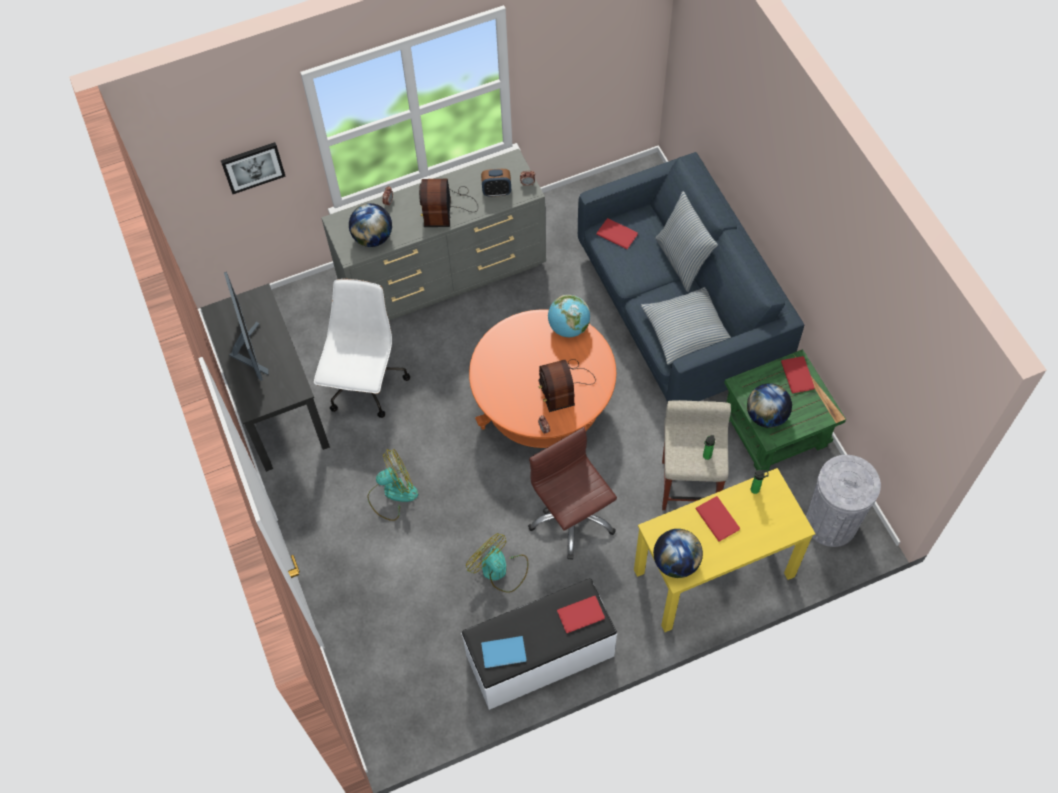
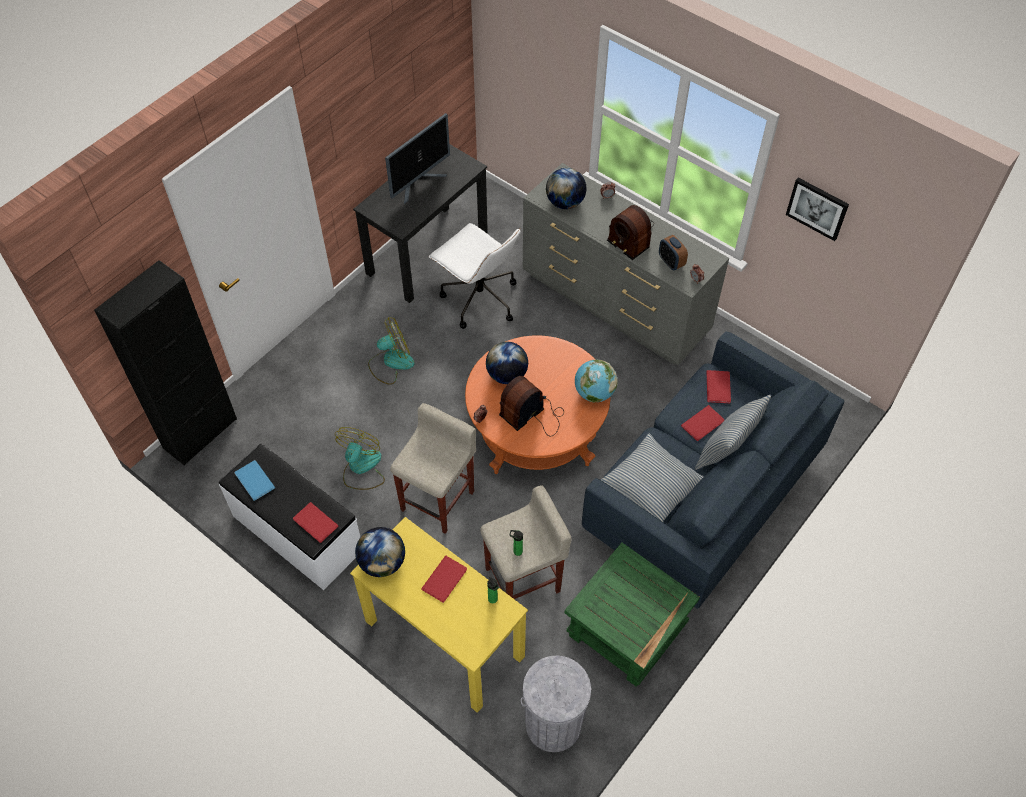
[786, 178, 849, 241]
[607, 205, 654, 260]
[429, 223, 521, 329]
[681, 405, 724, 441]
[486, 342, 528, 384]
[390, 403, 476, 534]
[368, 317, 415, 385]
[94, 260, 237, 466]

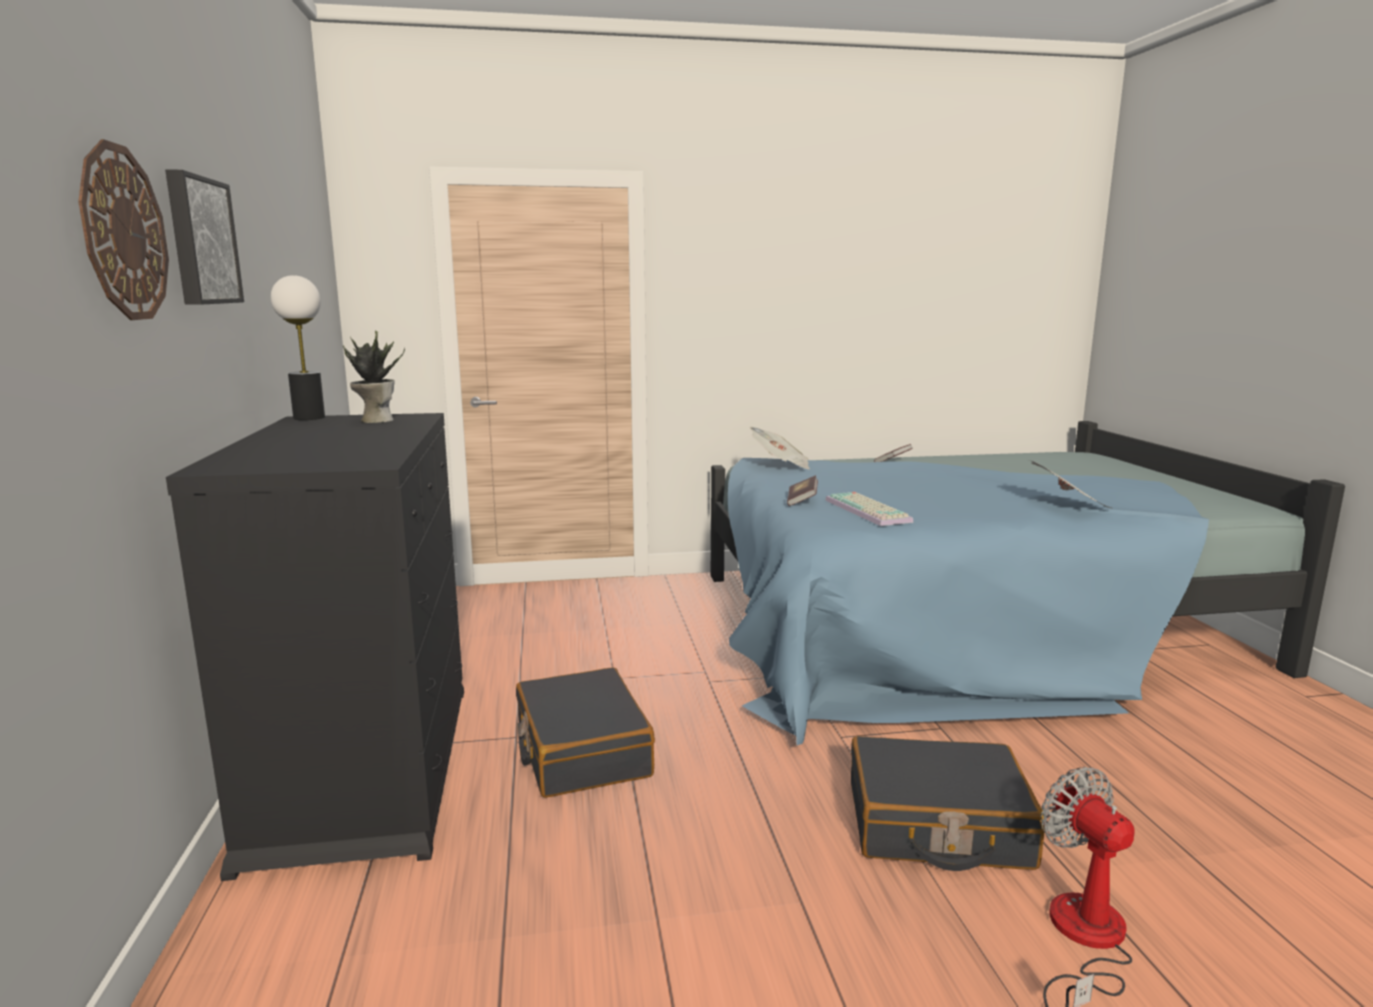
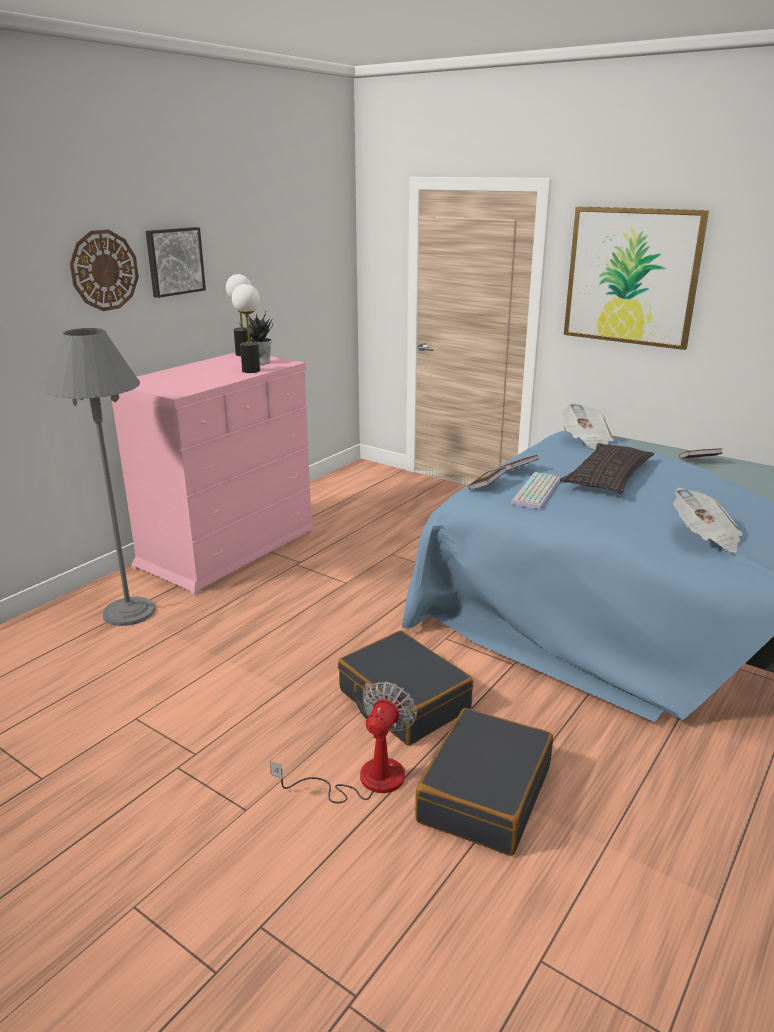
[112, 353, 315, 595]
[415, 708, 553, 856]
[564, 206, 709, 350]
[232, 284, 260, 373]
[43, 328, 155, 626]
[560, 443, 654, 494]
[468, 467, 507, 490]

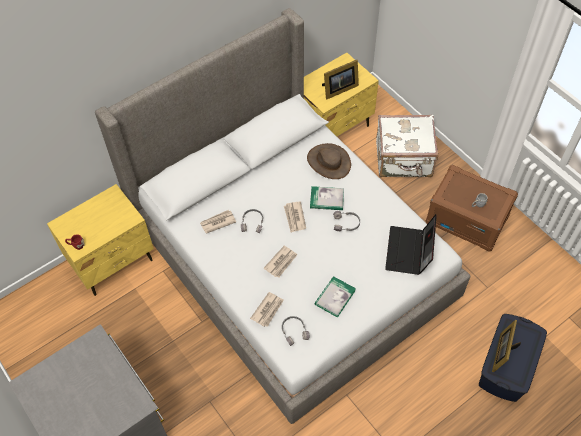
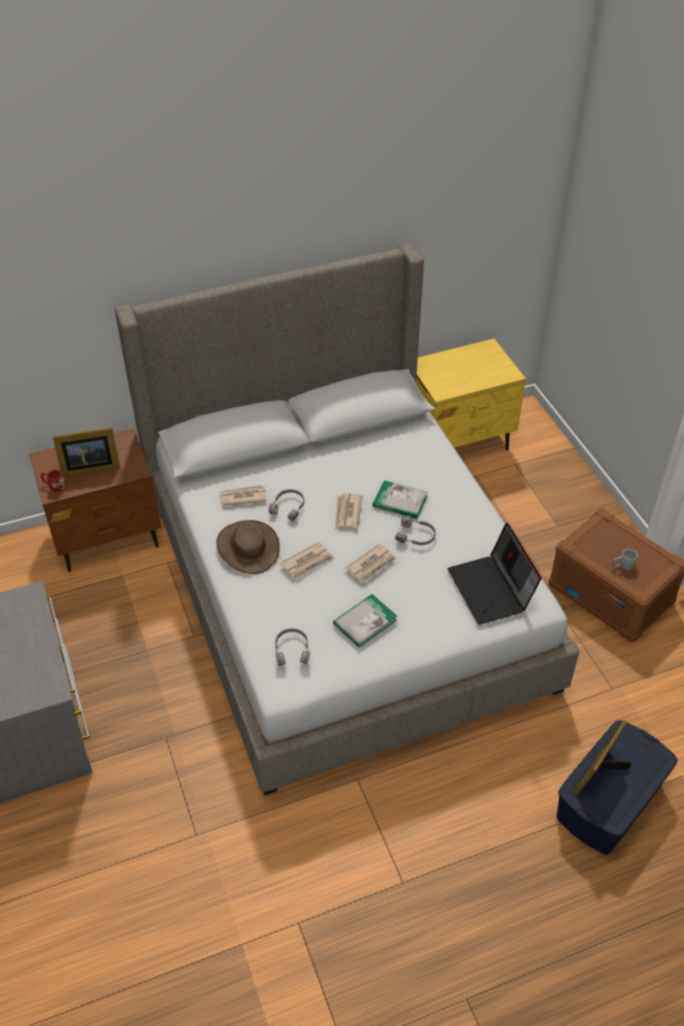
[53, 427, 120, 478]
[376, 115, 438, 177] (first image)
[216, 520, 280, 574]
[29, 428, 161, 572]
[448, 523, 542, 625]
[345, 544, 397, 583]

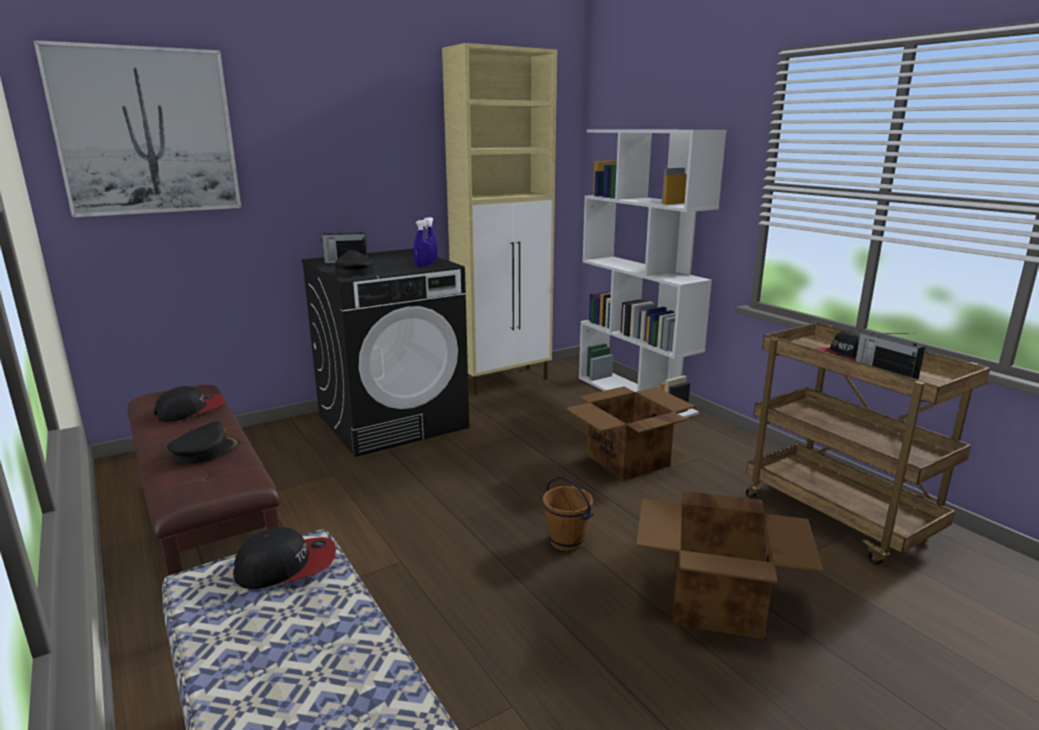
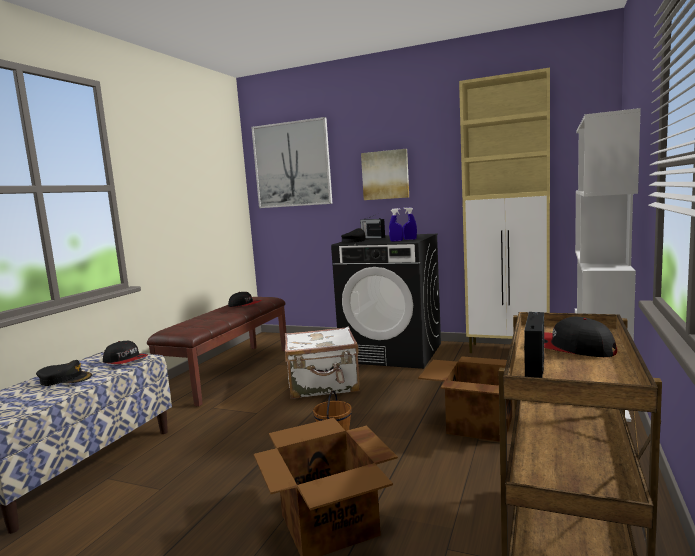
[36, 360, 92, 386]
[361, 149, 409, 200]
[285, 327, 360, 399]

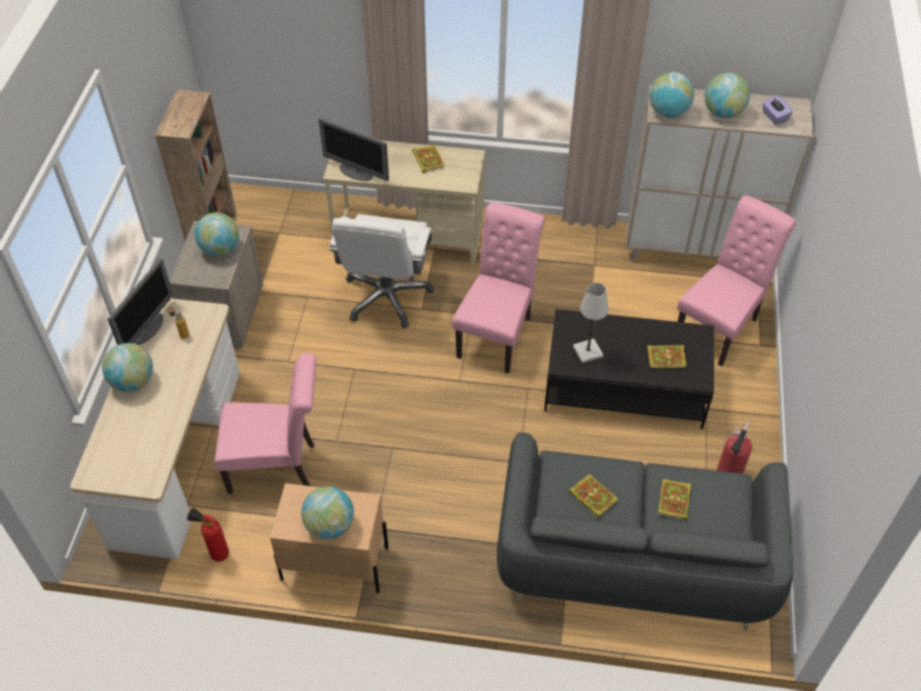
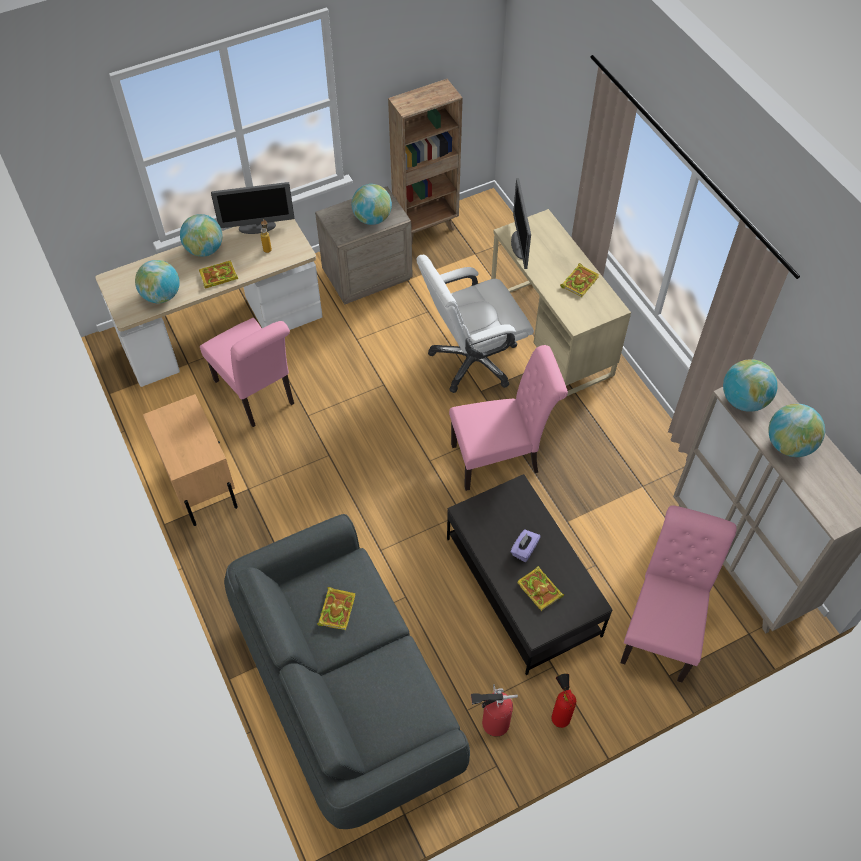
[510, 530, 541, 562]
[620, 505, 737, 683]
[573, 283, 608, 363] (first image)
[199, 260, 238, 289]
[135, 260, 180, 303]
[551, 673, 576, 728]

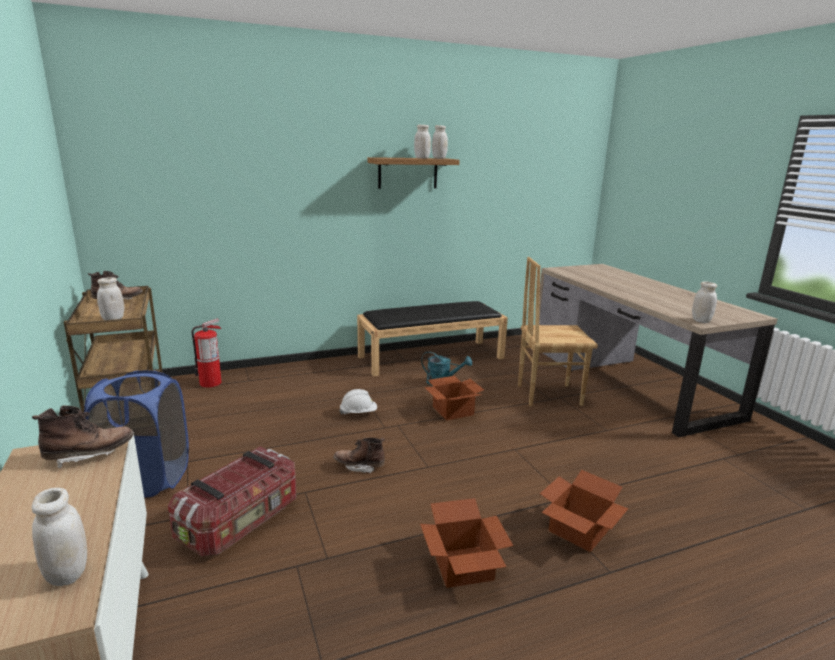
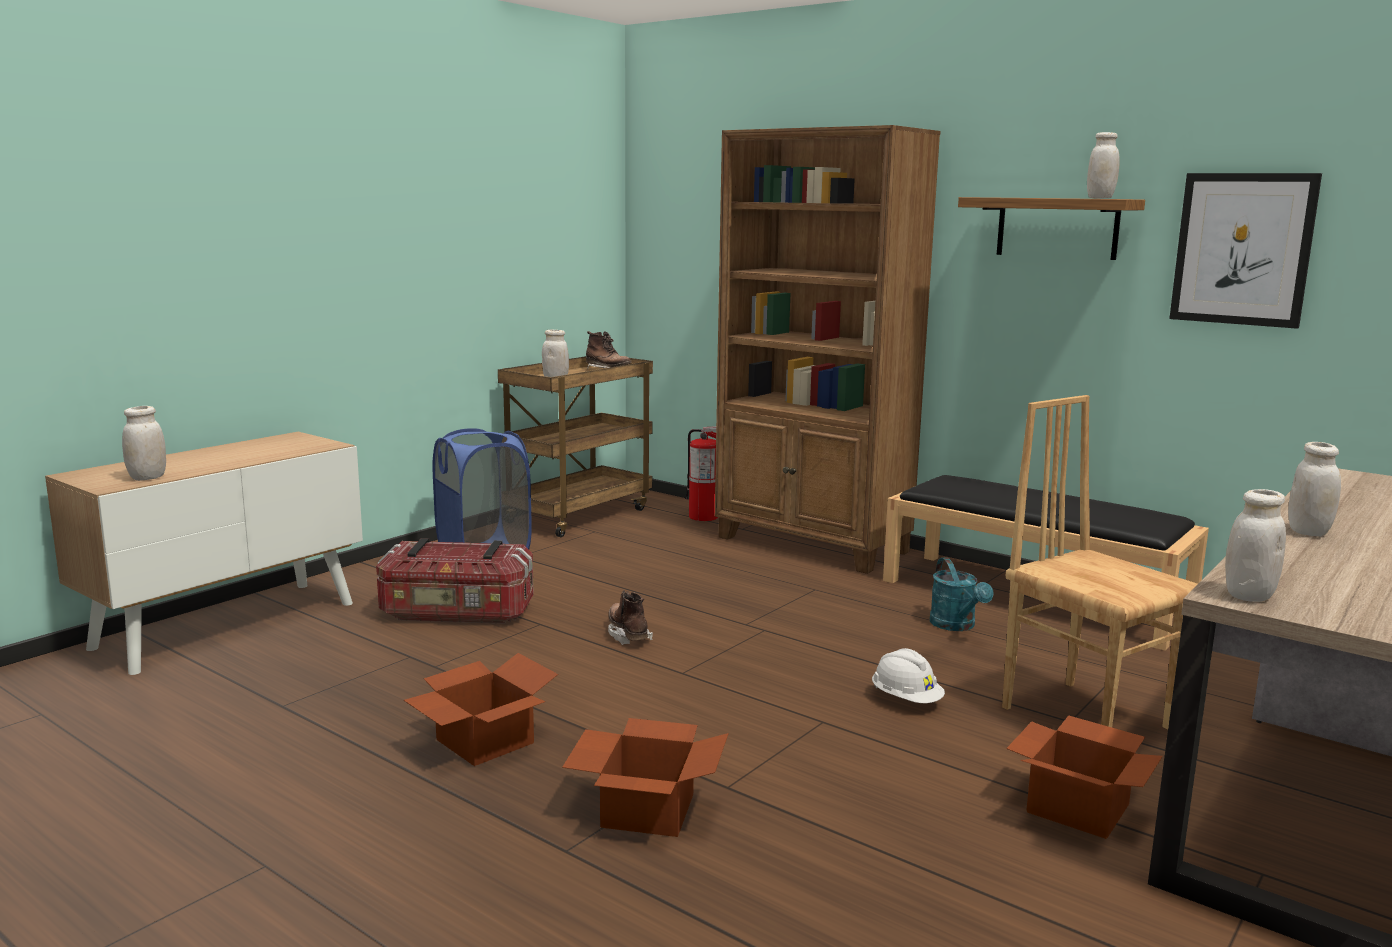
[1288, 442, 1341, 537]
[1006, 715, 1163, 839]
[872, 648, 945, 703]
[32, 405, 133, 469] (first image)
[715, 125, 941, 574]
[1169, 173, 1322, 329]

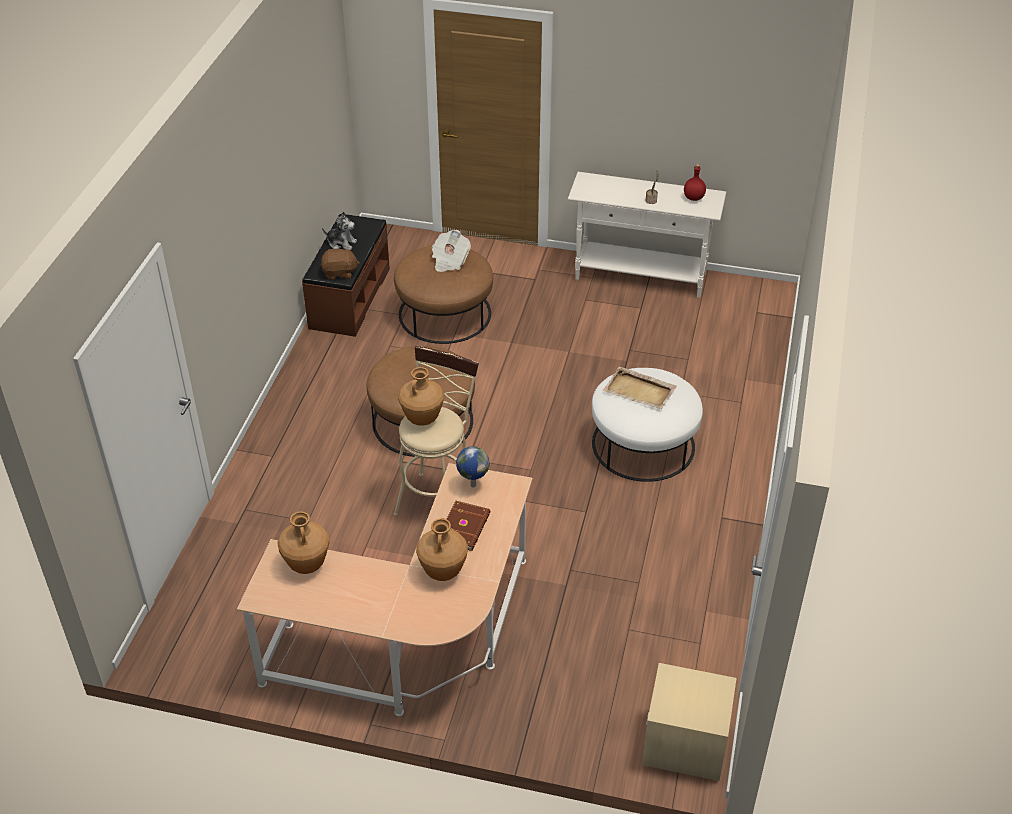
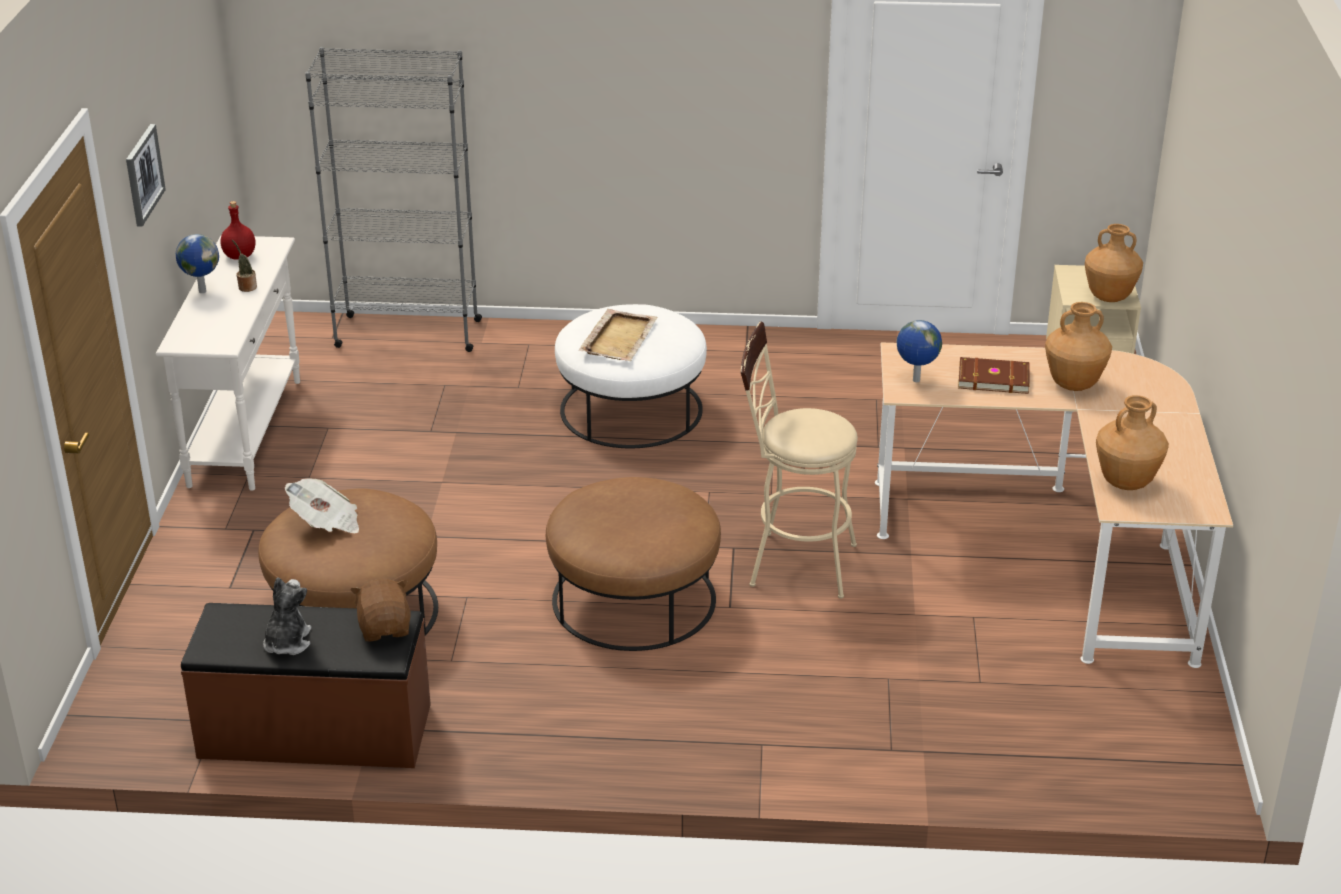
[1085, 224, 1143, 302]
[305, 47, 482, 352]
[126, 124, 166, 227]
[176, 234, 219, 293]

